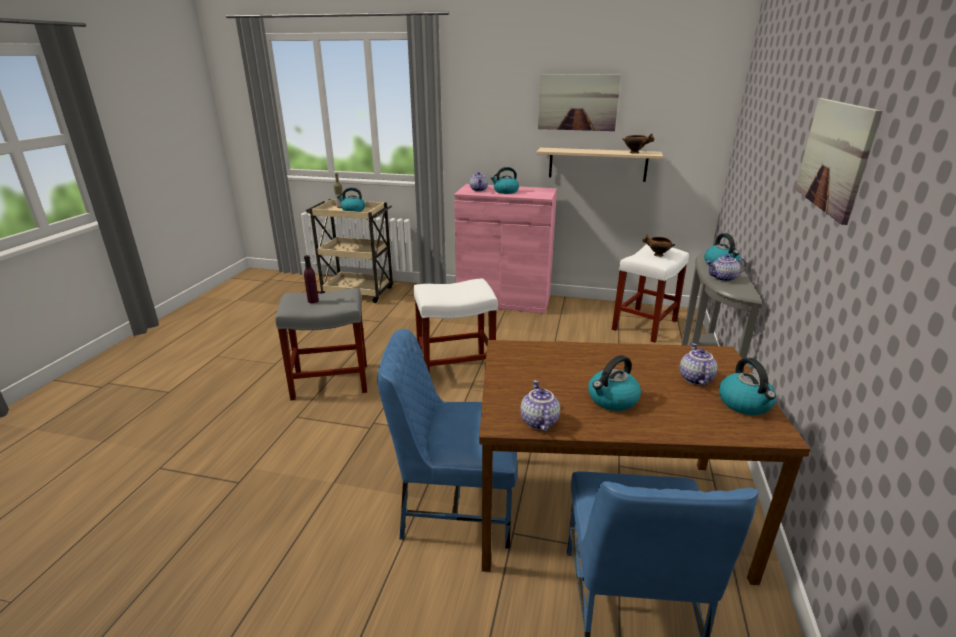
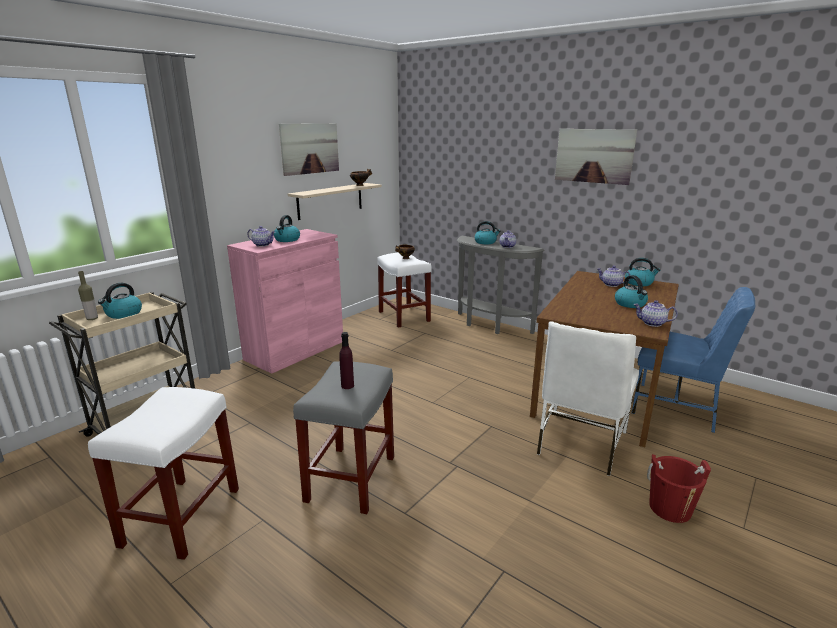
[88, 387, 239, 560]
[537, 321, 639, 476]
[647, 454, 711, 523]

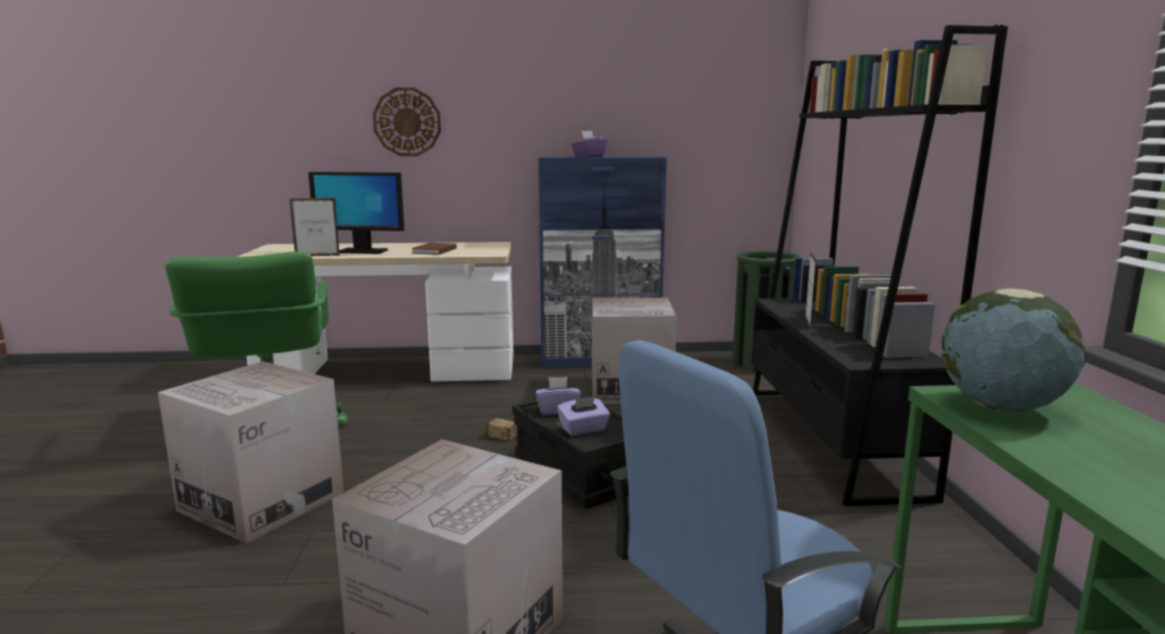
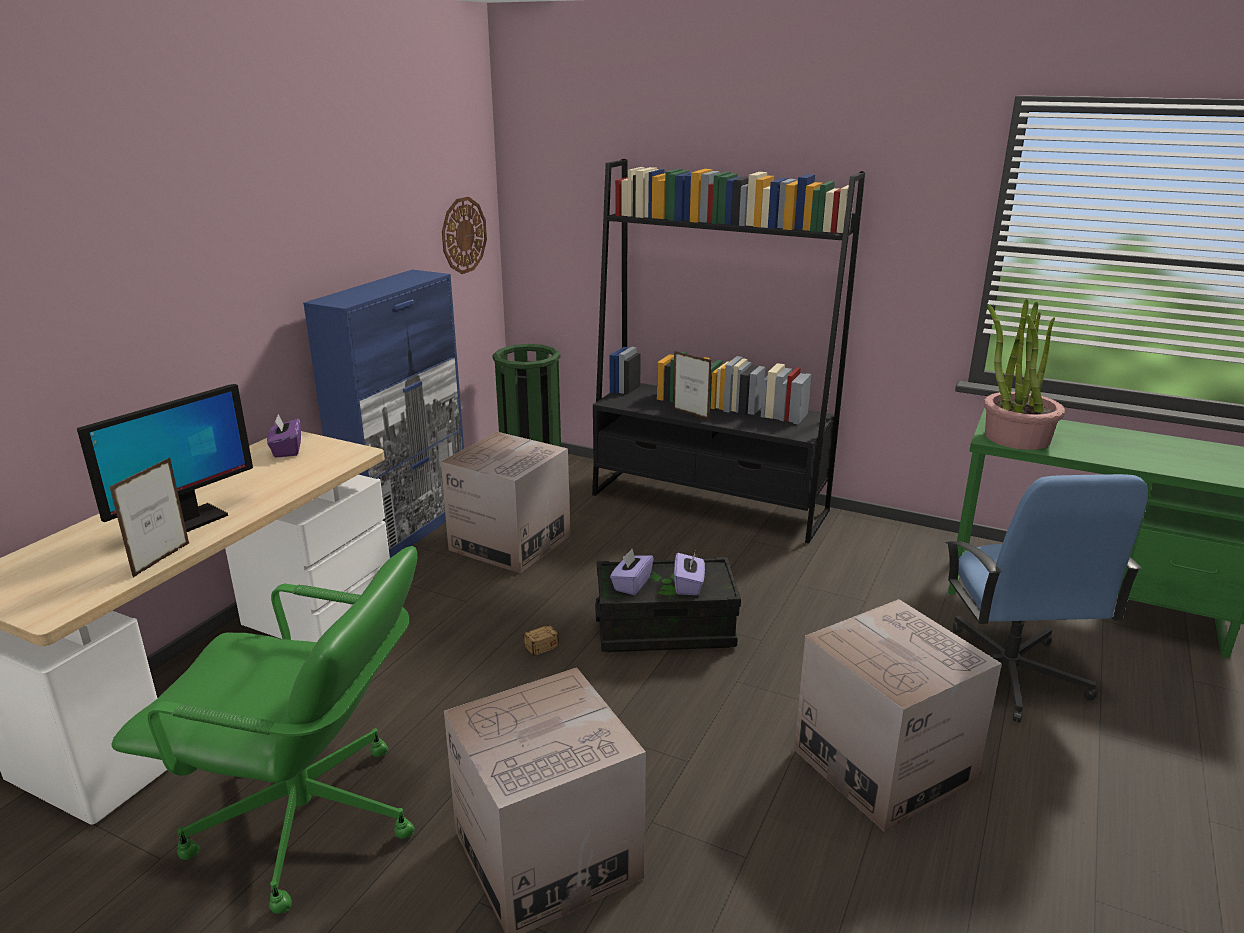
[442, 197, 487, 274]
[267, 414, 301, 458]
[412, 243, 457, 255] (first image)
[984, 299, 1065, 450]

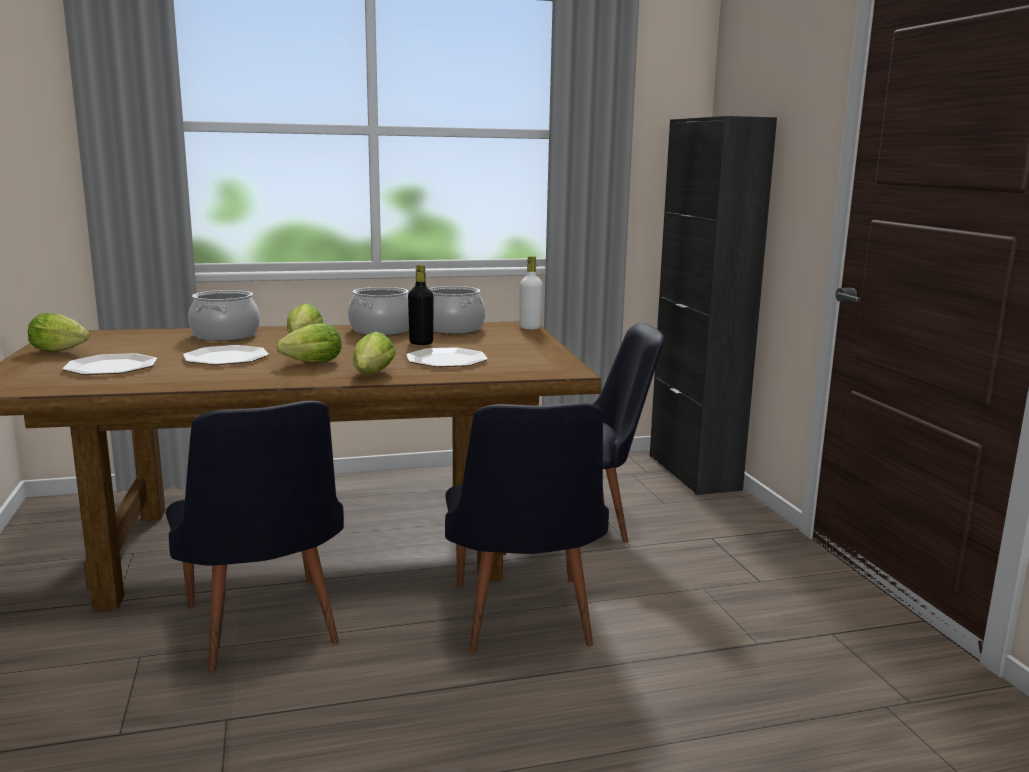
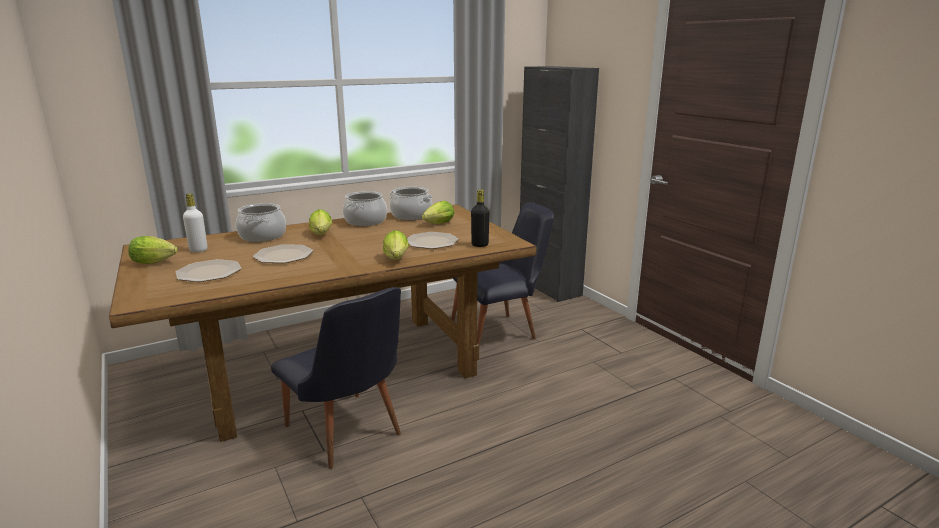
[183, 193, 207, 252]
[471, 190, 489, 247]
[422, 201, 454, 224]
[445, 403, 609, 653] (first image)

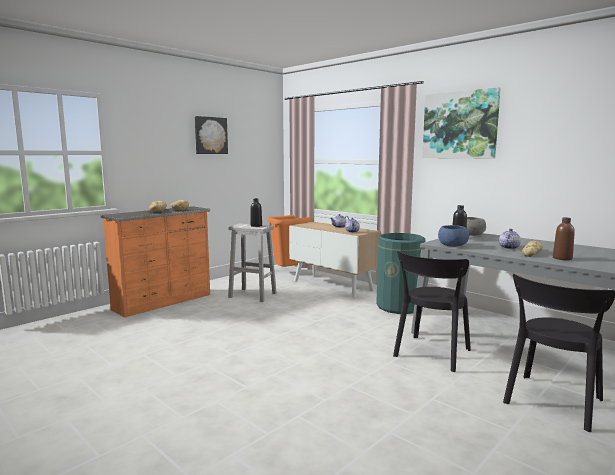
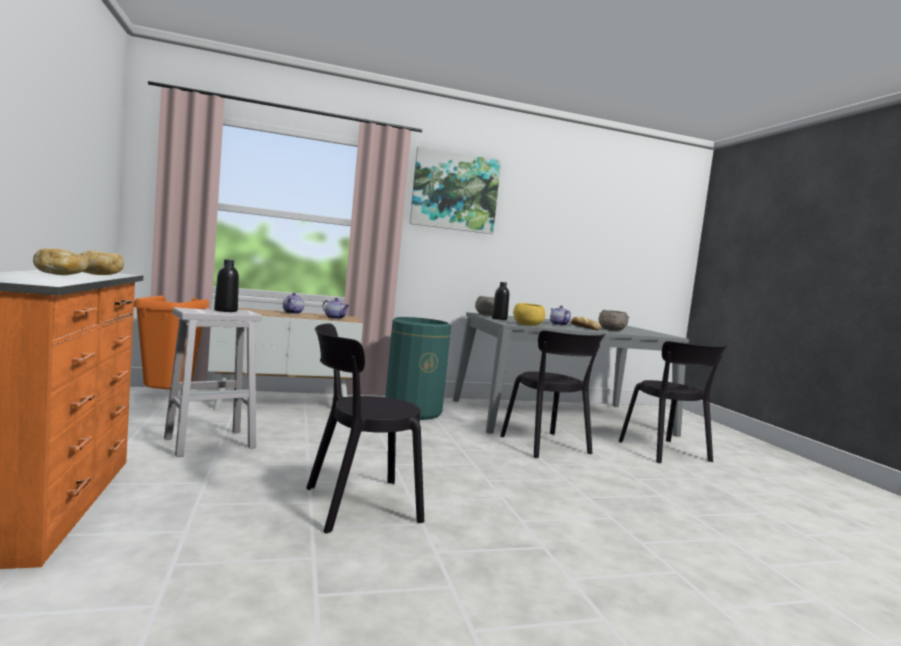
[195, 116, 228, 154] (first image)
[599, 310, 629, 331]
[513, 303, 545, 326]
[306, 323, 424, 533]

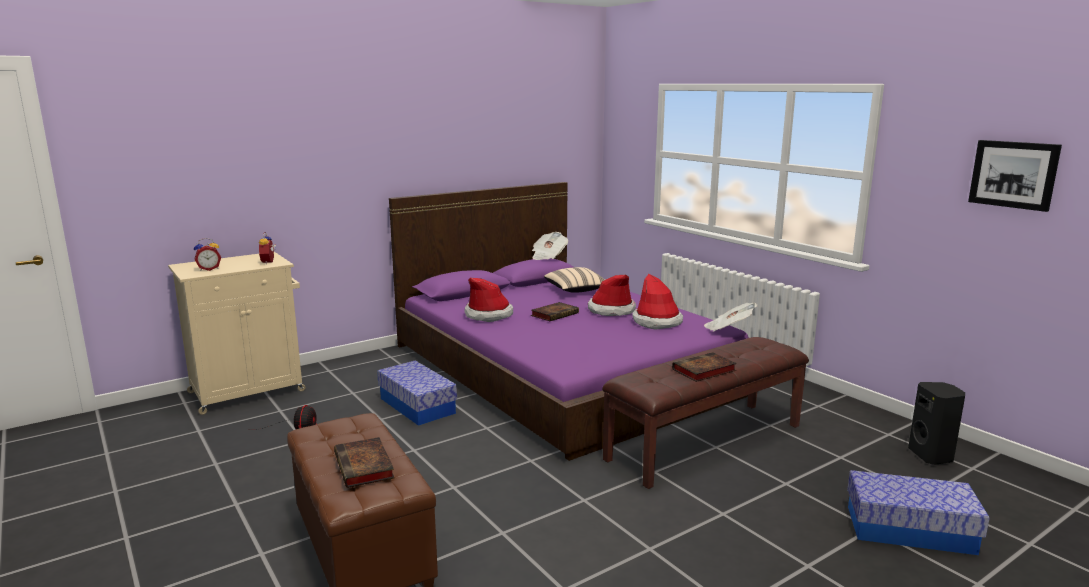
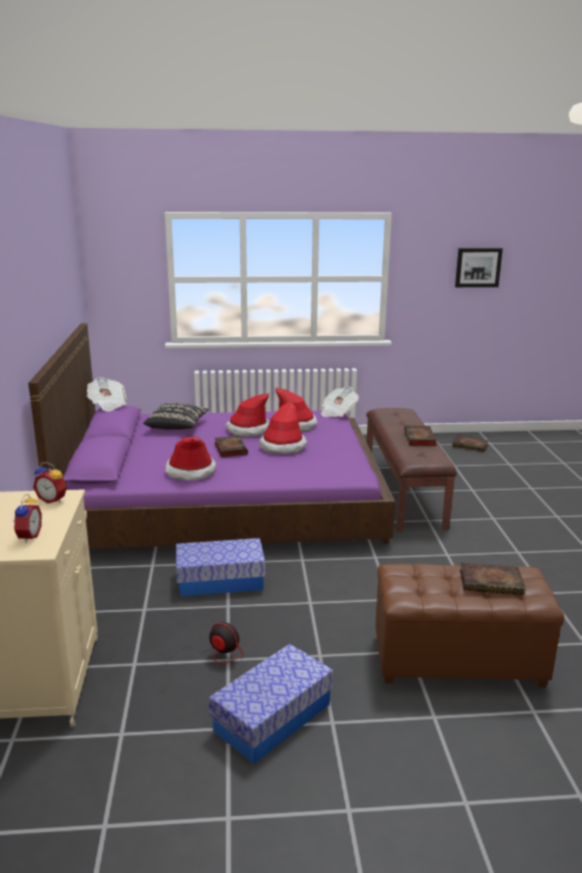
[143, 403, 209, 430]
[452, 435, 489, 452]
[209, 644, 334, 764]
[259, 401, 307, 454]

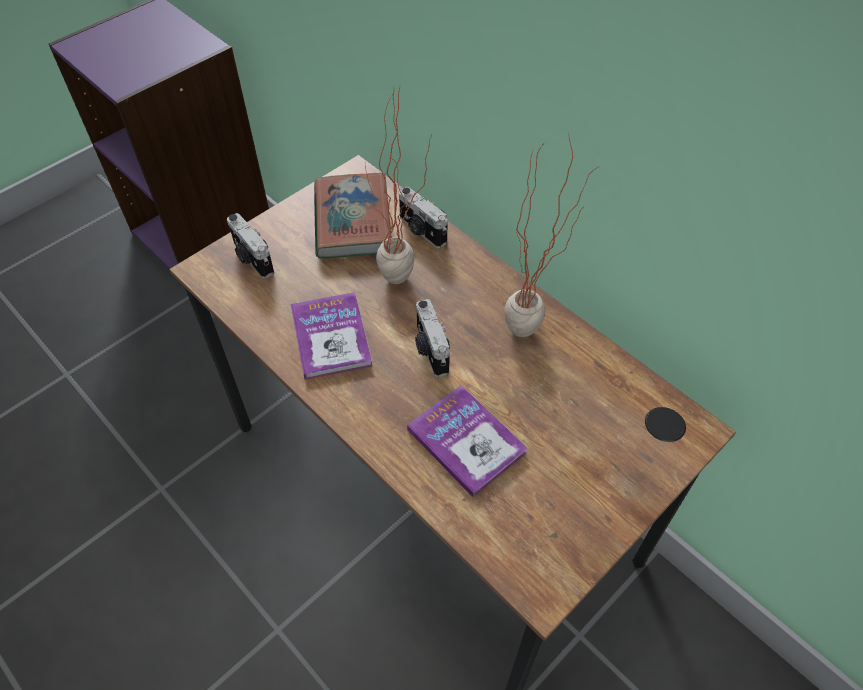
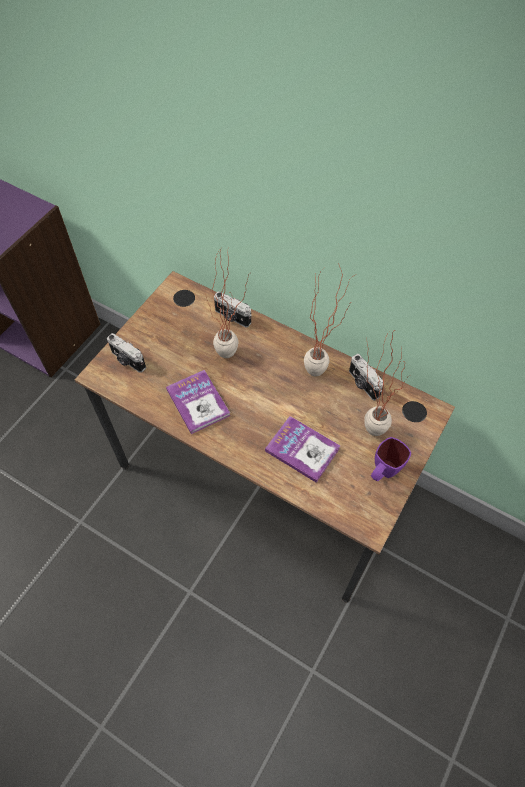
[314, 173, 392, 259] (first image)
[349, 354, 383, 400]
[364, 330, 411, 436]
[371, 437, 411, 481]

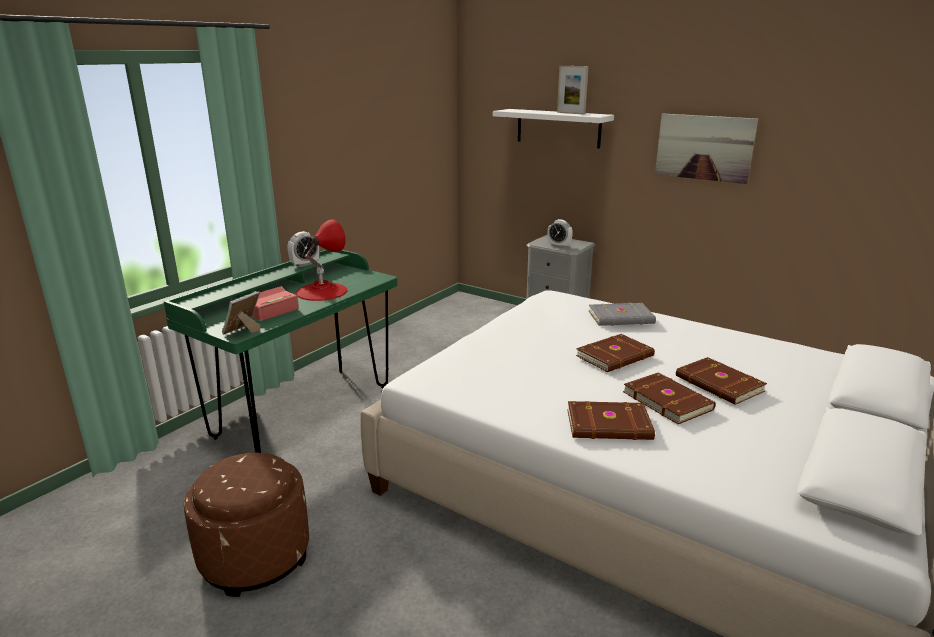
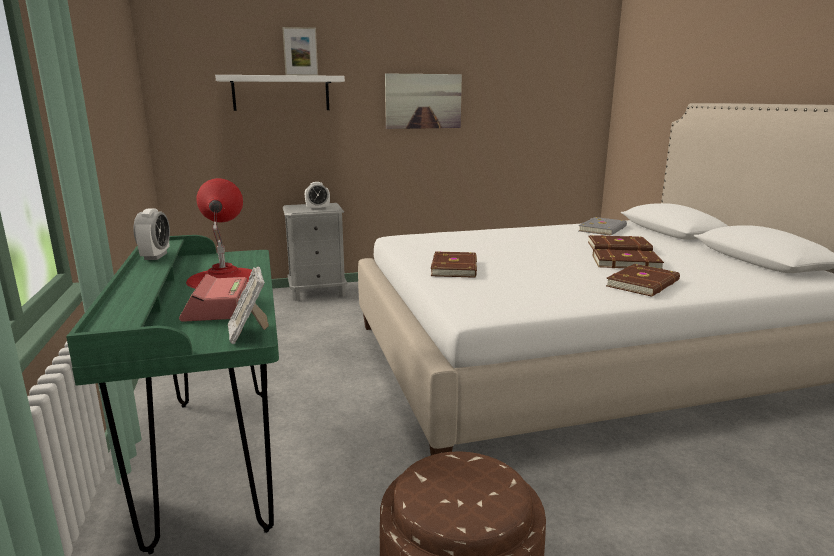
[579, 217, 627, 236]
[431, 252, 477, 278]

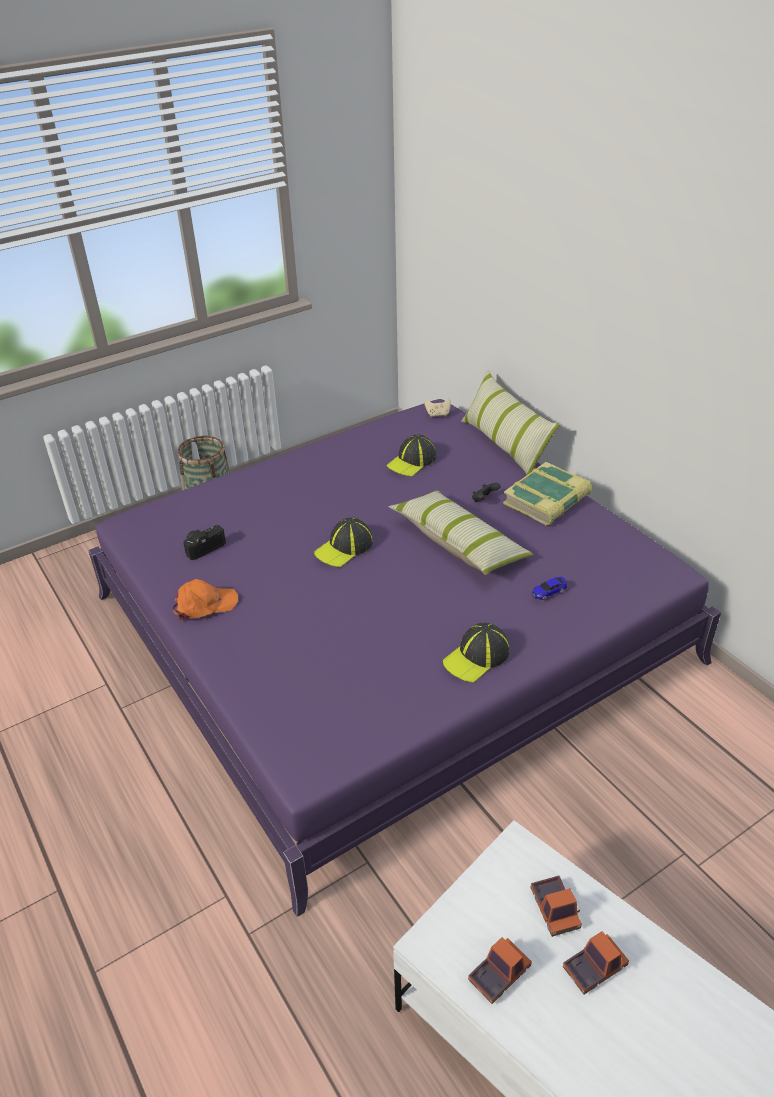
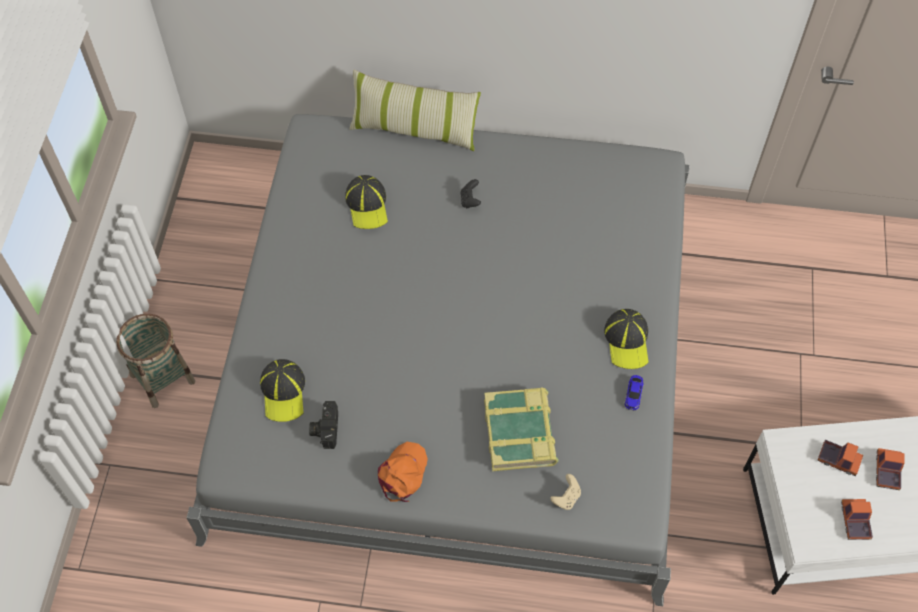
[550, 474, 581, 510]
[187, 114, 689, 606]
[484, 388, 559, 471]
[389, 491, 533, 575] (first image)
[260, 359, 305, 422]
[624, 375, 643, 410]

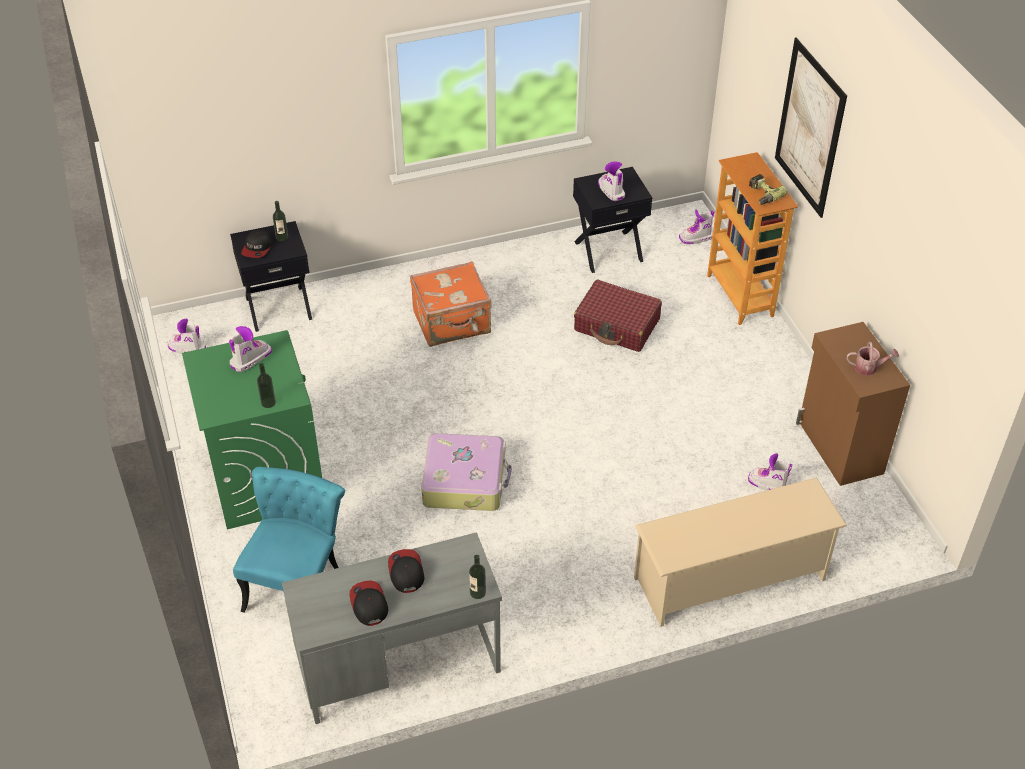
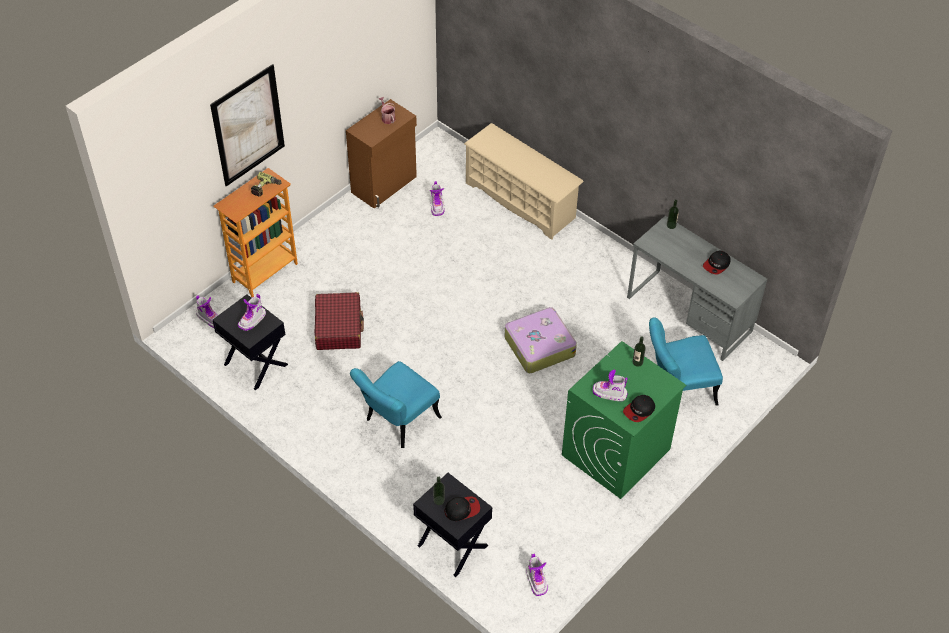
[350, 361, 442, 448]
[623, 395, 655, 422]

